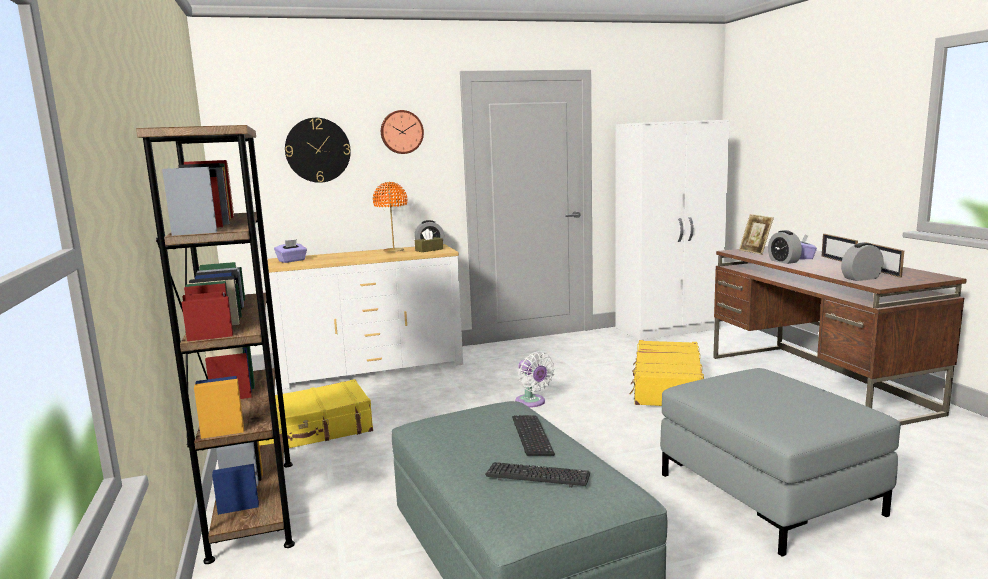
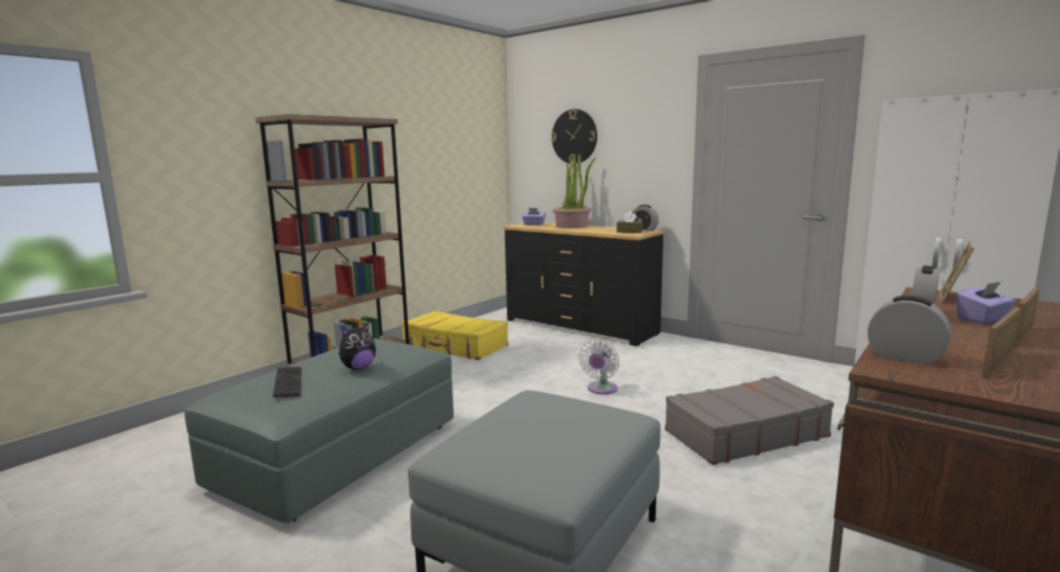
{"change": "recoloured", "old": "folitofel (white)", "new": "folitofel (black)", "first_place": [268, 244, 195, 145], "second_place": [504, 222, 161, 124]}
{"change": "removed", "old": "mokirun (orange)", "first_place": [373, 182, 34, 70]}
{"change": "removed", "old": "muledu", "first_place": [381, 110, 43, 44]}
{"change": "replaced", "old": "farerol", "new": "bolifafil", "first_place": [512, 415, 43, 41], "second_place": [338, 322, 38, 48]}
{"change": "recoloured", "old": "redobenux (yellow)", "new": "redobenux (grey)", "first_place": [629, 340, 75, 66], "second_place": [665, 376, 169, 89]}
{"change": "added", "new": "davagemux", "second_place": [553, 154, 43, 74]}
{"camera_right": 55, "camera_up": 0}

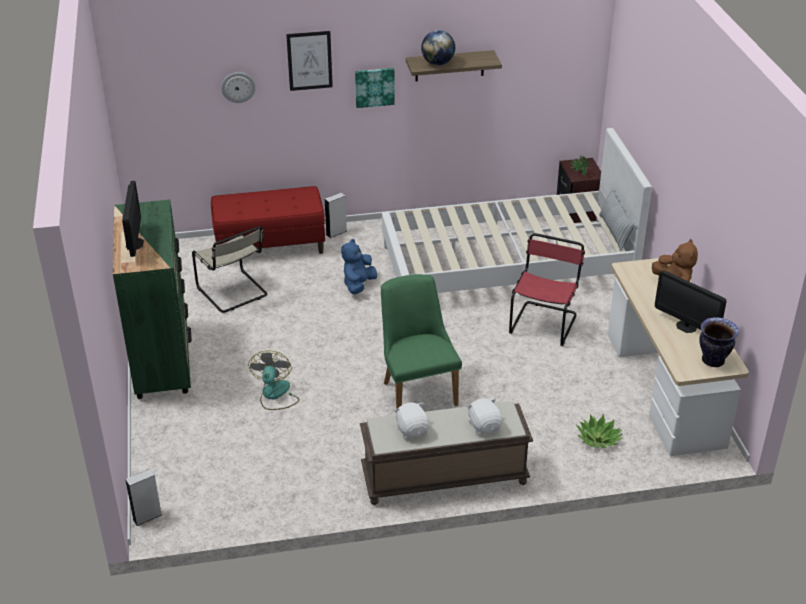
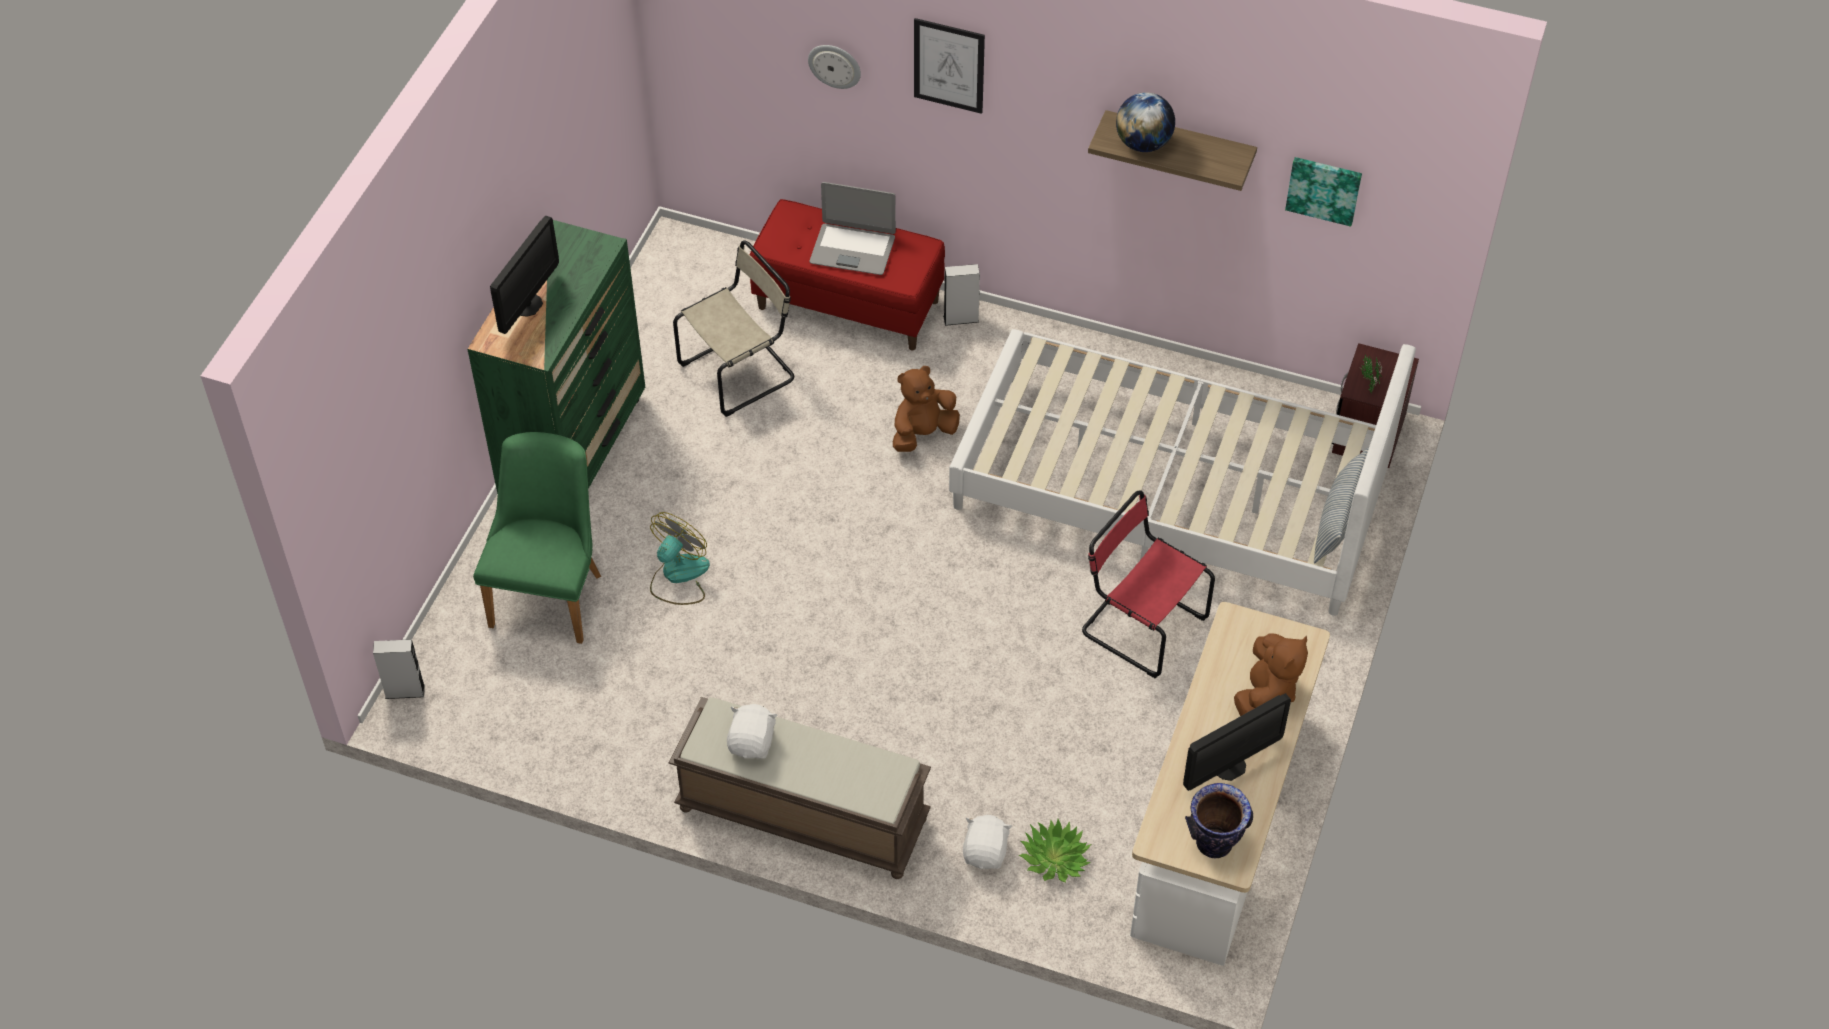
{"change": "turned", "old": "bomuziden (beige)", "first_place": [192, 226, 76, 87], "second_place": [673, 240, 121, 177], "degrees": -120}
{"change": "recoloured", "old": "bolifafil (blue)", "new": "bolifafil (brown)", "first_place": [341, 239, 36, 55], "second_place": [893, 366, 67, 86]}
{"change": "moved", "old": "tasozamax", "first_place": [355, 68, 40, 40], "second_place": [1285, 157, 77, 69]}
{"change": "moved", "old": "bomuziden (green)", "first_place": [381, 274, 81, 135], "second_place": [473, 432, 128, 212]}
{"change": "moved", "old": "bolifafil (white)", "first_place": [466, 398, 36, 37], "second_place": [963, 815, 49, 54]}
{"change": "turned", "old": "bomuziden (red)", "first_place": [509, 233, 76, 113], "second_place": [1082, 490, 133, 188], "degrees": -105}
{"change": "turned", "old": "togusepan", "first_place": [655, 270, 71, 63], "second_place": [1183, 693, 108, 98], "degrees": -105}
{"change": "added", "new": "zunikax", "second_place": [810, 182, 86, 93]}
{"camera_right": 30, "camera_up": 15}

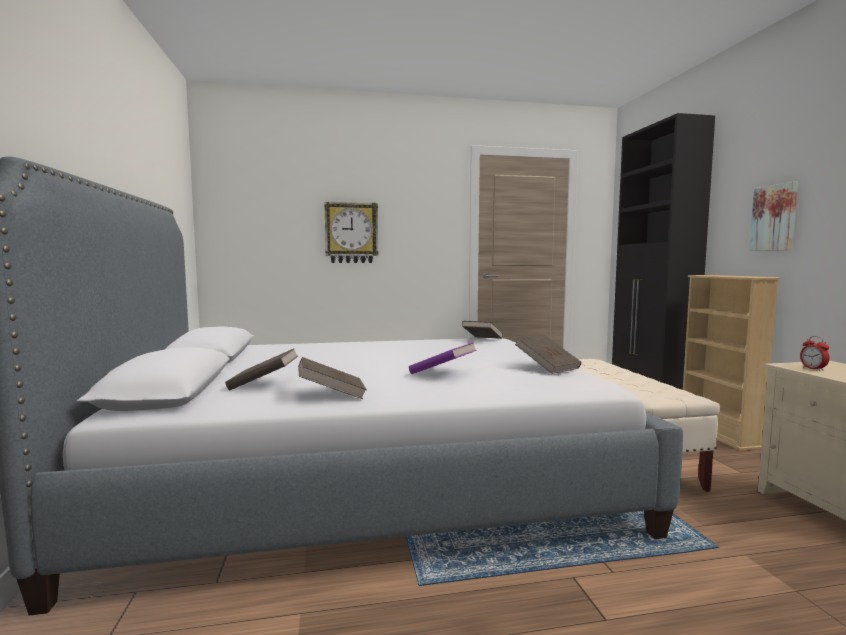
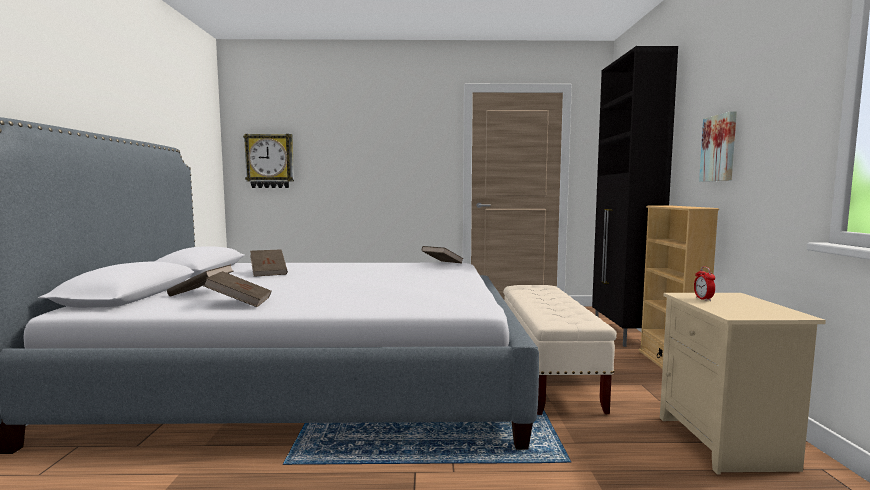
{"change": "moved", "old": "muledu", "first_place": [324, 202, 54, 61], "second_place": [243, 134, 51, 54]}
{"change": "removed", "old": "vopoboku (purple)", "first_place": [409, 342, 68, 32]}
{"change": "moved", "old": "vopoboku (brown)", "first_place": [515, 335, 66, 39], "second_place": [250, 249, 38, 28]}
{"camera_right": 10, "camera_up": 0}

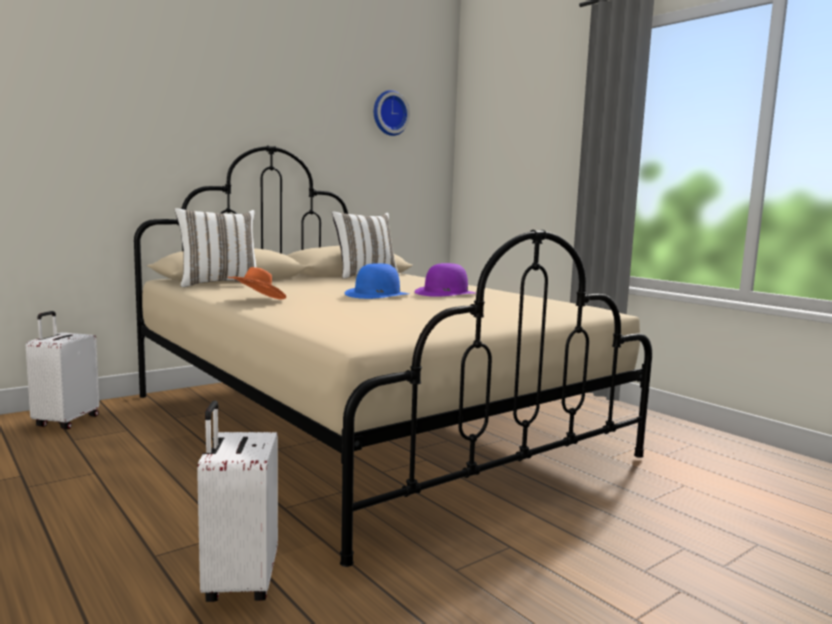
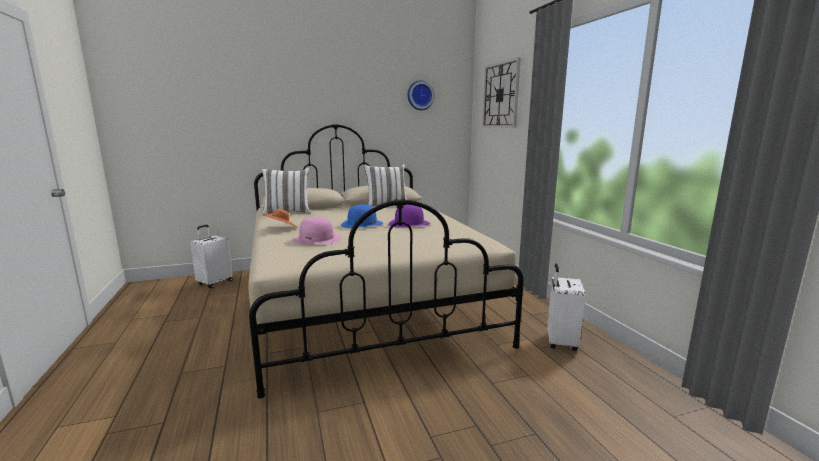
{"change": "moved", "old": "redobenux (white)", "first_place": [197, 400, 81, 202], "second_place": [547, 264, 38, 87]}
{"change": "added", "new": "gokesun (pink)", "second_place": [292, 217, 49, 27]}
{"change": "added", "new": "muledu", "second_place": [482, 57, 39, 71]}
{"camera_right": 20, "camera_up": 5}

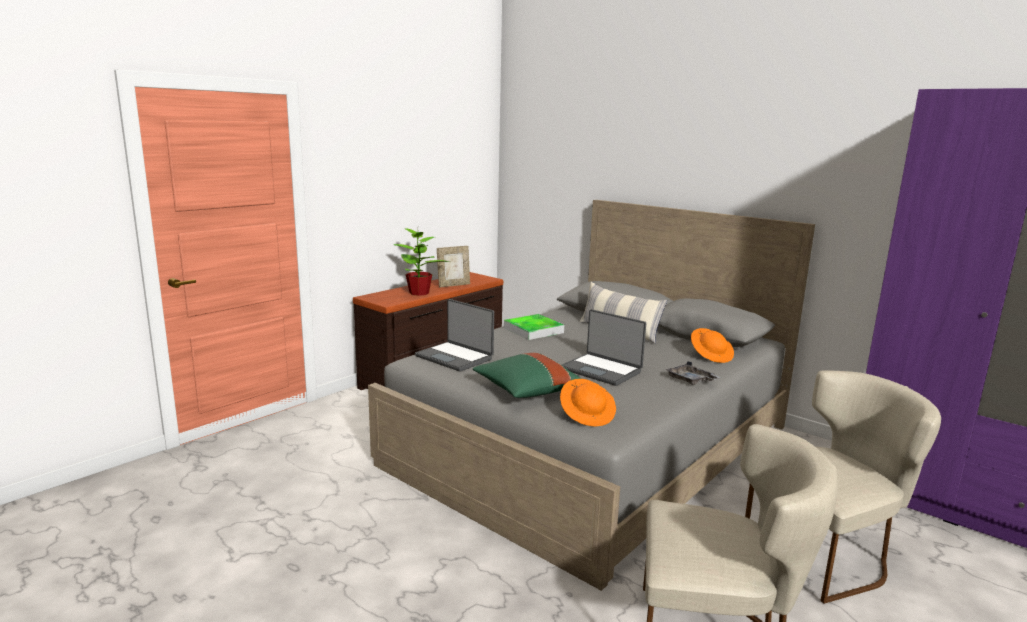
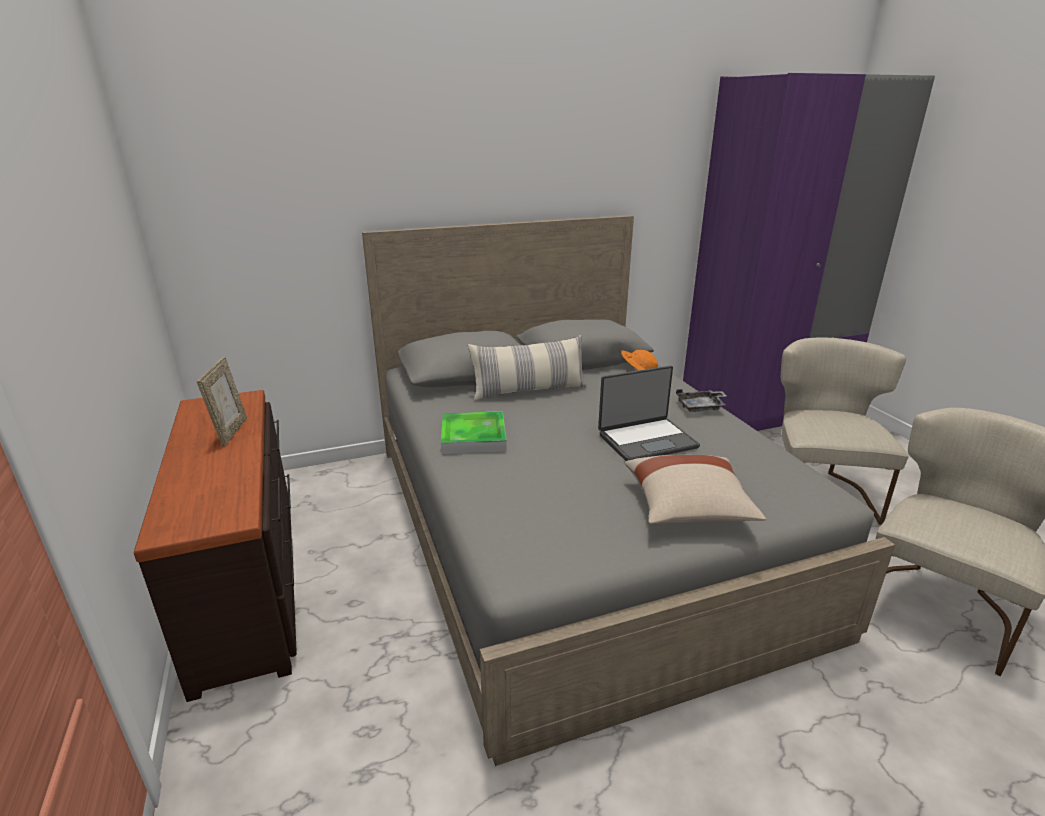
{"change": "removed", "old": "davagemux", "first_place": [394, 225, 56, 71]}
{"change": "removed", "old": "zunikax", "first_place": [415, 299, 79, 72]}
{"change": "recoloured", "old": "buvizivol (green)", "new": "buvizivol (beige)", "first_place": [473, 353, 108, 45], "second_place": [625, 455, 141, 69]}
{"change": "removed", "old": "gokesun (orange)", "first_place": [560, 379, 56, 48]}
{"camera_right": -60, "camera_up": 10}

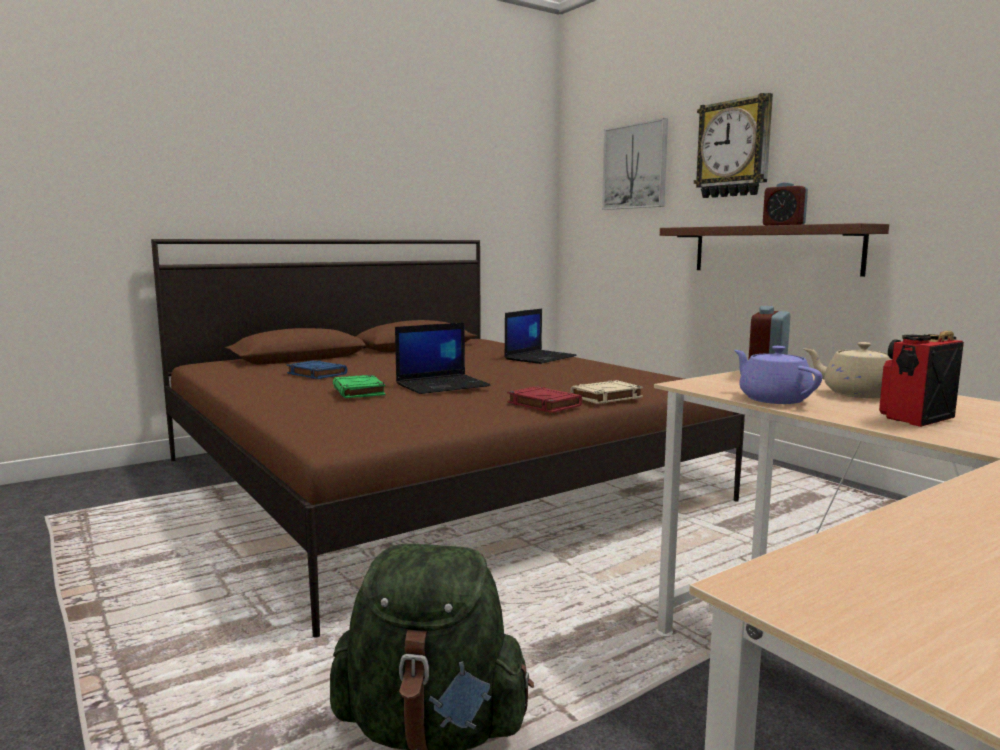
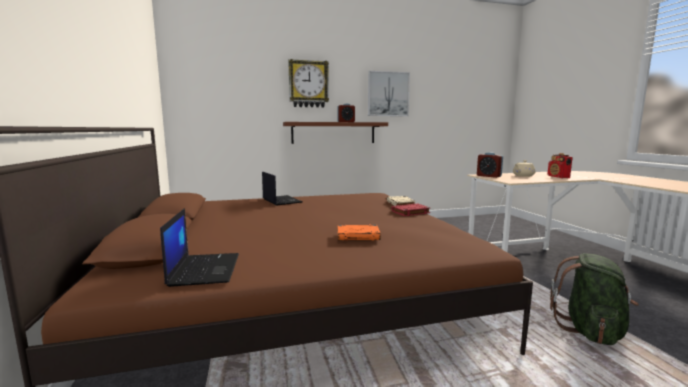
{"change": "removed", "old": "vopoboku (blue)", "first_place": [287, 360, 60, 19]}
{"change": "recoloured", "old": "vopoboku (green)", "new": "vopoboku (orange)", "first_place": [333, 375, 52, 23], "second_place": [338, 224, 43, 17]}
{"change": "moved", "old": "zunikax", "first_place": [395, 323, 95, 71], "second_place": [160, 208, 79, 79]}
{"change": "moved", "old": "tasozamax", "first_place": [602, 118, 66, 92], "second_place": [368, 71, 42, 45]}
{"change": "removed", "old": "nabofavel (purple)", "first_place": [734, 346, 88, 58]}
{"camera_right": -70, "camera_up": 0}

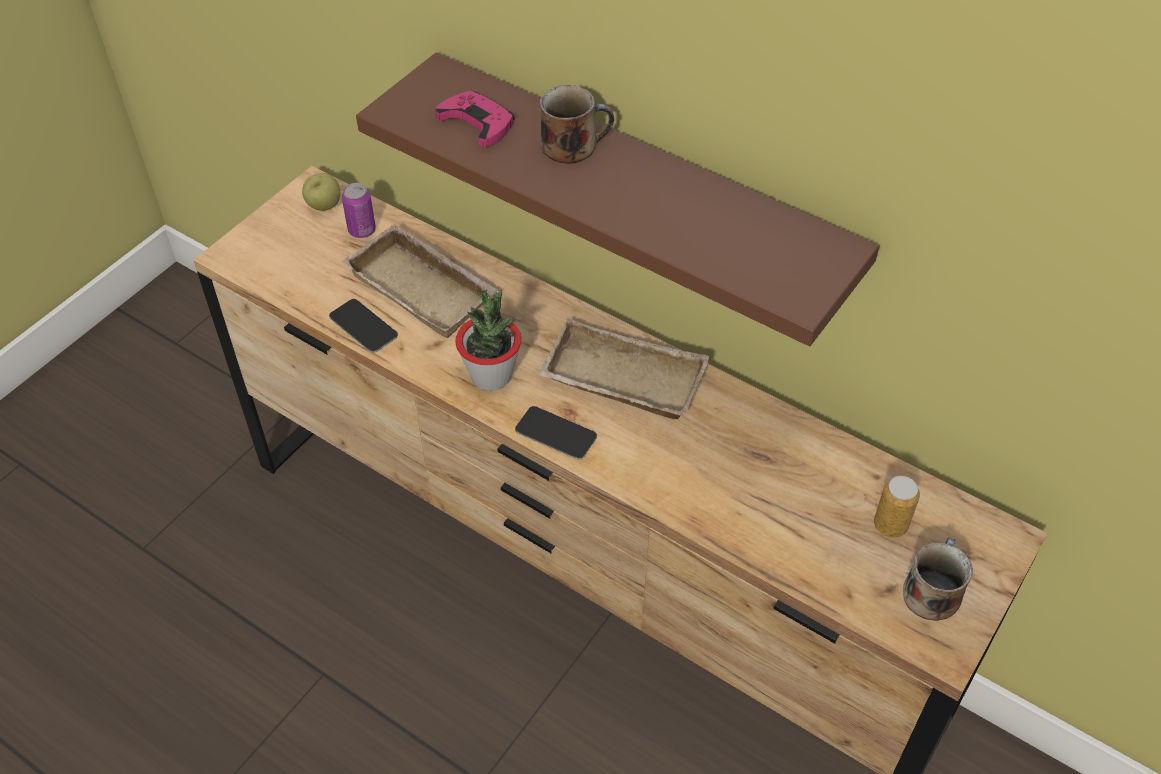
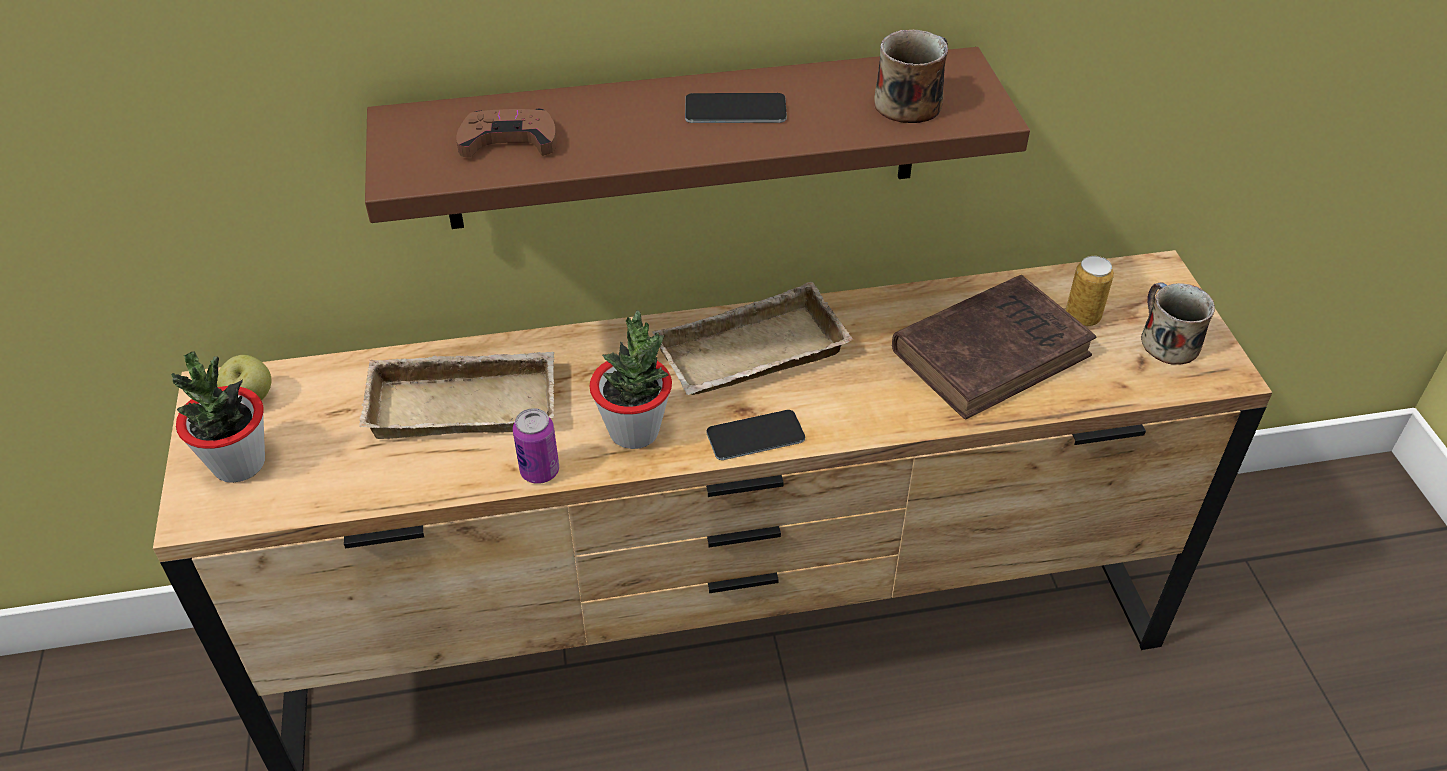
{"change": "moved", "old": "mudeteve", "first_place": [329, 299, 69, 54], "second_place": [685, 93, 102, 30]}
{"change": "moved", "old": "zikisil", "first_place": [342, 183, 34, 55], "second_place": [513, 408, 46, 76]}
{"change": "recoloured", "old": "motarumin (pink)", "new": "motarumin (brown)", "first_place": [435, 91, 80, 56], "second_place": [457, 108, 100, 50]}
{"change": "moved", "old": "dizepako", "first_place": [540, 85, 74, 79], "second_place": [874, 30, 74, 93]}
{"change": "added", "new": "davagemux", "second_place": [171, 351, 94, 132]}
{"change": "added", "new": "vopoboku (brown)", "second_place": [892, 275, 204, 145]}
{"camera_right": -45, "camera_up": -5}

